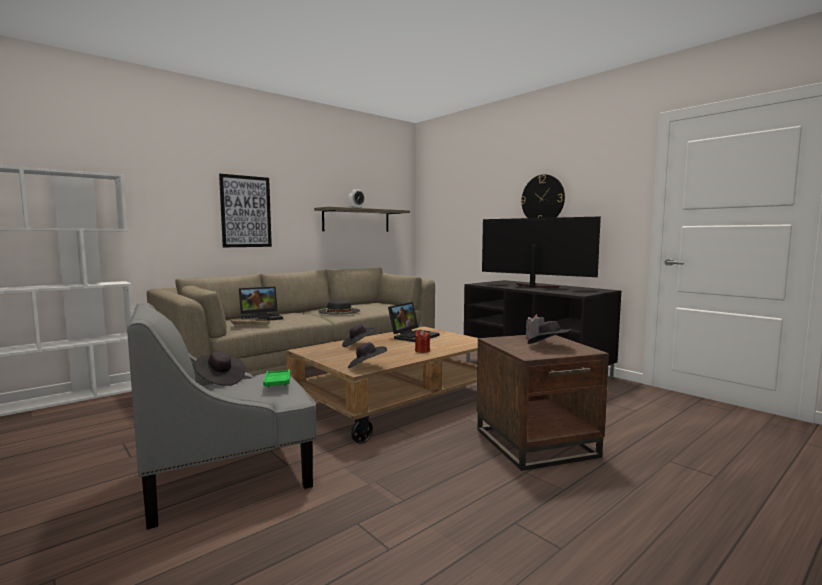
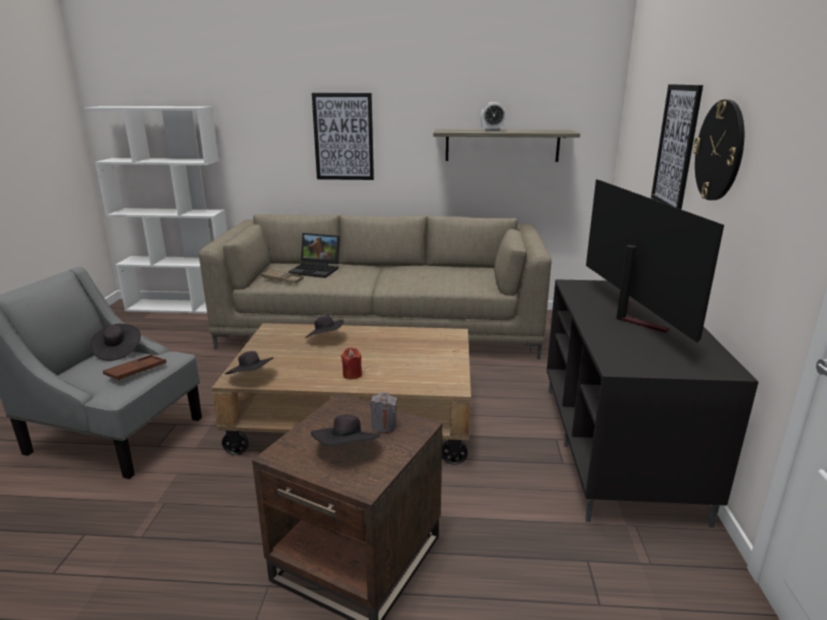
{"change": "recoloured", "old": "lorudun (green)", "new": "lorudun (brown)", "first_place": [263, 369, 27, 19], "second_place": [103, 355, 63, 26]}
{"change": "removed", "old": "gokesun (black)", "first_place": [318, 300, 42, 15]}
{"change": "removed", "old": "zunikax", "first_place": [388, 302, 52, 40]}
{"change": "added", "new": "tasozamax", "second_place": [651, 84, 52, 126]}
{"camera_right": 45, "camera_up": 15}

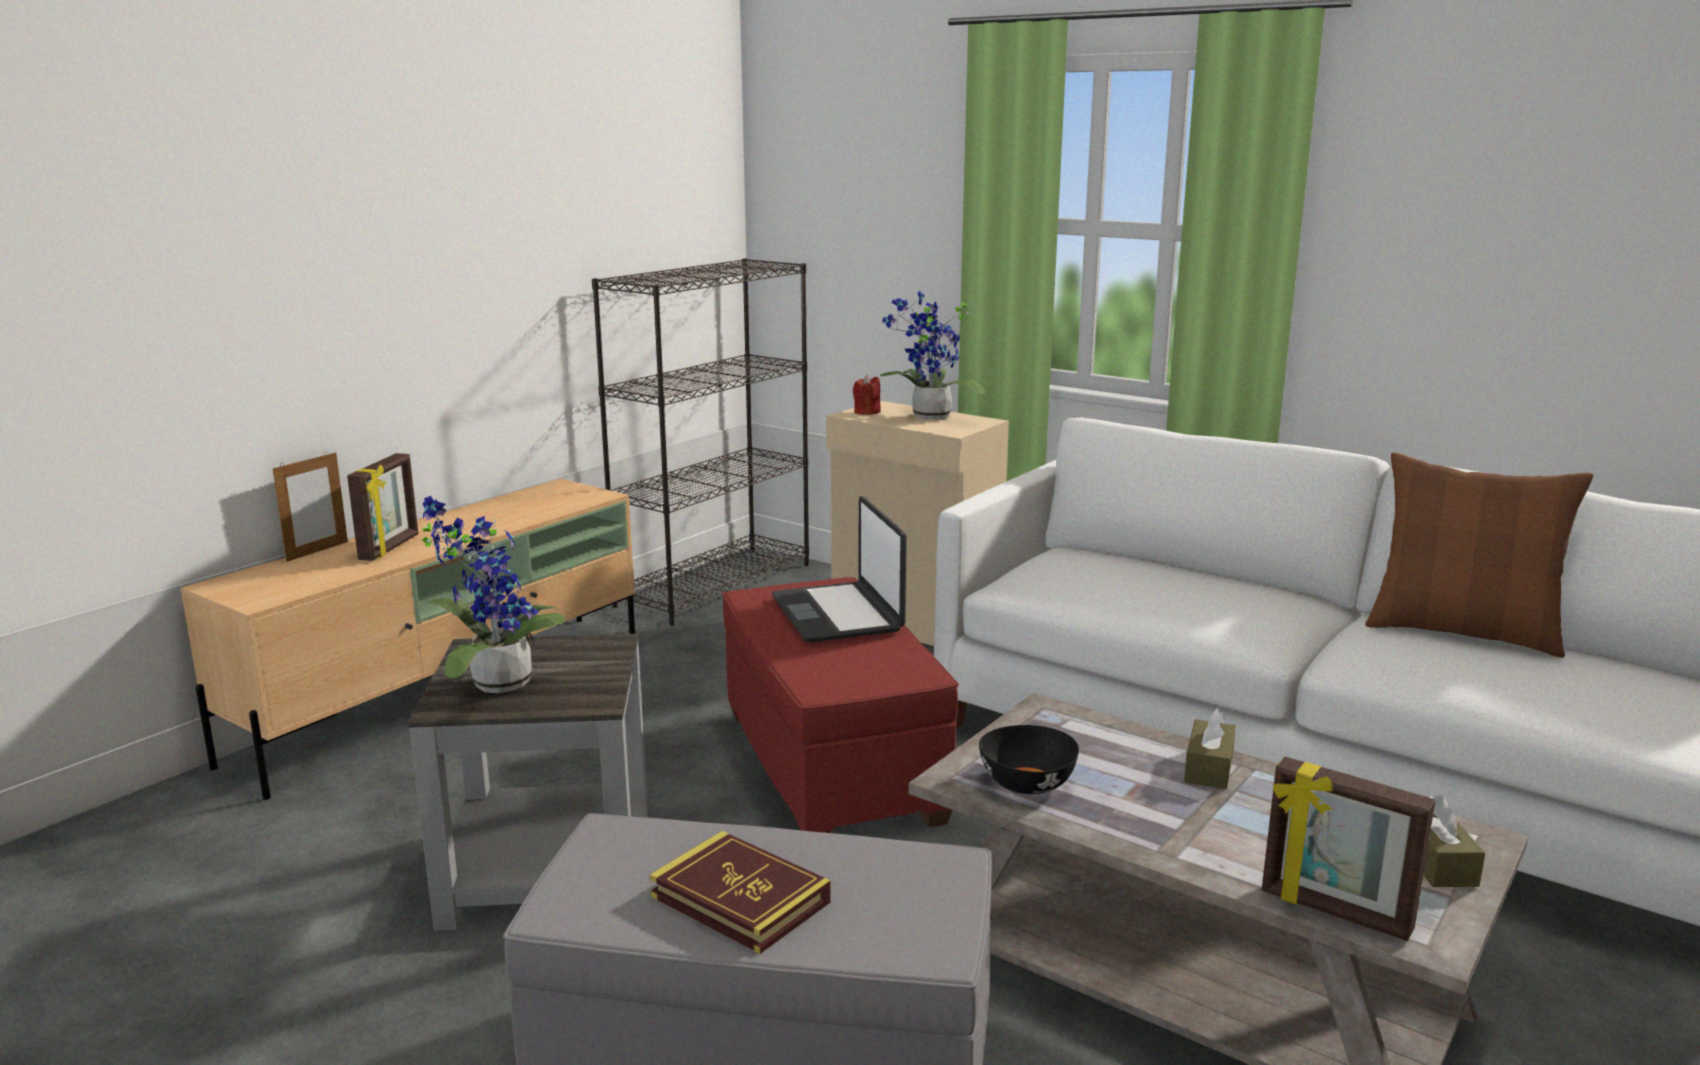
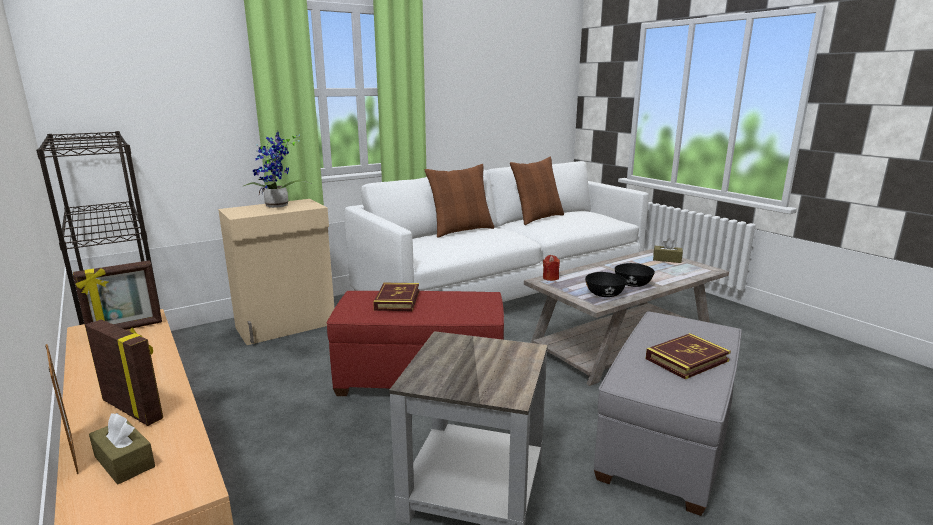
{"change": "removed", "old": "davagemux", "first_place": [422, 496, 143, 197]}
{"change": "replaced", "old": "zunikax", "new": "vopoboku", "first_place": [772, 496, 135, 146], "second_place": [373, 283, 46, 28]}
{"change": "moved", "old": "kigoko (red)", "first_place": [853, 375, 28, 40], "second_place": [543, 255, 17, 26]}
{"change": "moved", "old": "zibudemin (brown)", "first_place": [1184, 708, 52, 81], "second_place": [89, 413, 66, 71]}
{"change": "moved", "old": "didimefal", "first_place": [1262, 757, 174, 184], "second_place": [73, 260, 89, 70]}
{"change": "added", "new": "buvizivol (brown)", "second_place": [424, 164, 71, 73]}
{"change": "added", "new": "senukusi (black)", "second_place": [615, 263, 40, 24]}
{"camera_right": -70, "camera_up": 0}

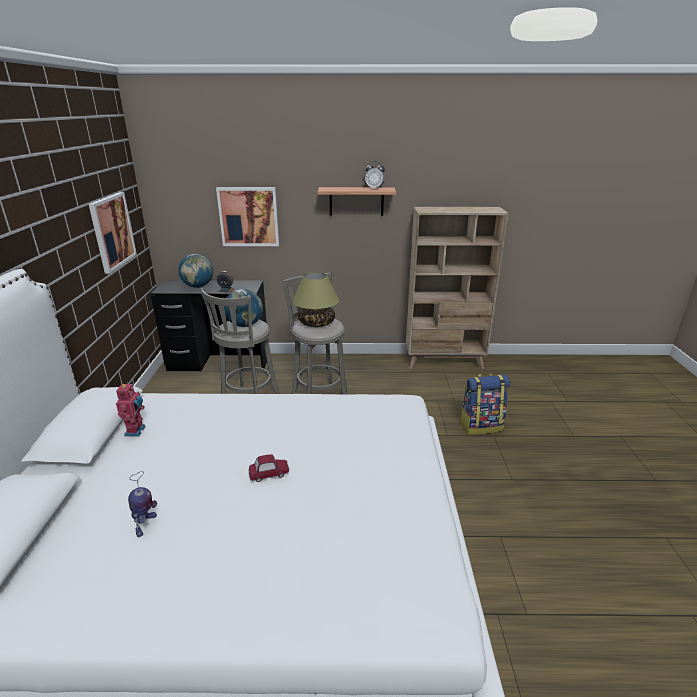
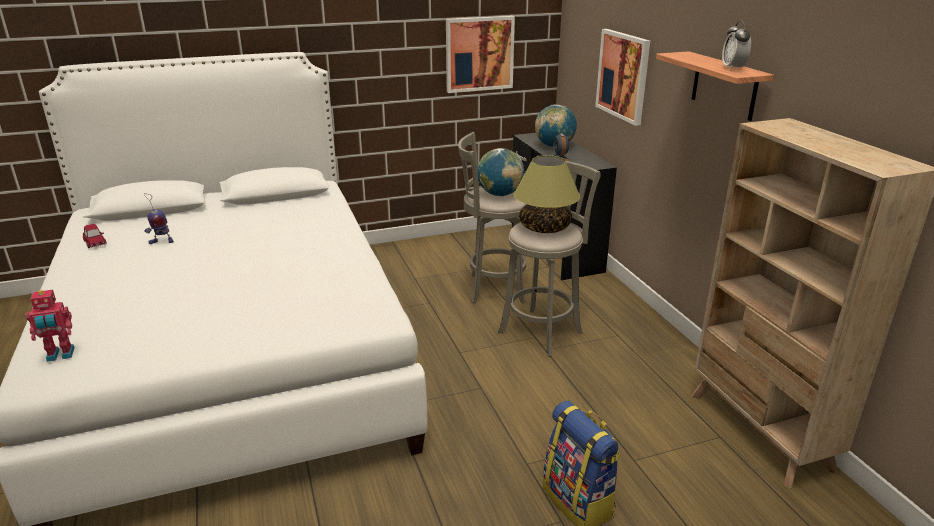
{"change": "moved", "old": "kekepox", "first_place": [116, 383, 30, 54], "second_place": [25, 290, 50, 72]}
{"change": "moved", "old": "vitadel", "first_place": [249, 455, 40, 27], "second_place": [83, 224, 24, 24]}
{"camera_right": 70, "camera_up": 0}

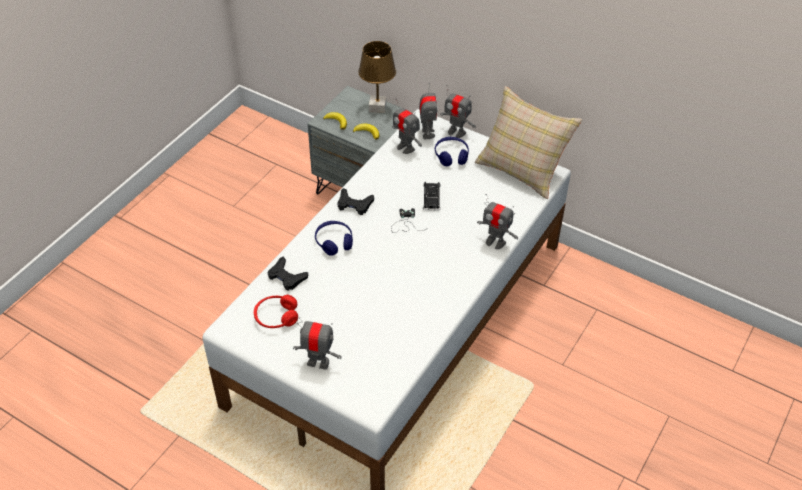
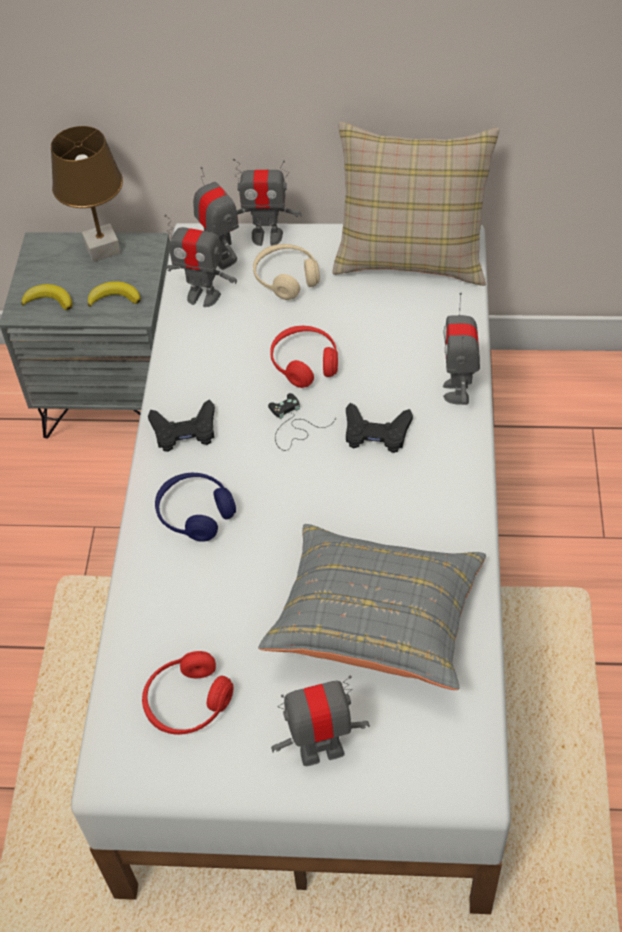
{"change": "moved", "old": "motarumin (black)", "first_place": [268, 256, 40, 35], "second_place": [346, 403, 67, 50]}
{"change": "replaced", "old": "vitadel (black)", "new": "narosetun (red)", "first_place": [423, 182, 18, 29], "second_place": [270, 326, 68, 62]}
{"change": "recoloured", "old": "narosetun (blue)", "new": "narosetun (beige)", "first_place": [435, 137, 34, 29], "second_place": [253, 244, 67, 56]}
{"change": "turned", "old": "kekepox", "first_place": [477, 194, 41, 55], "second_place": [443, 293, 37, 112], "degrees": 90}
{"change": "added", "new": "buvizivol (grey)", "second_place": [258, 524, 228, 166]}
{"camera_right": -25, "camera_up": 5}

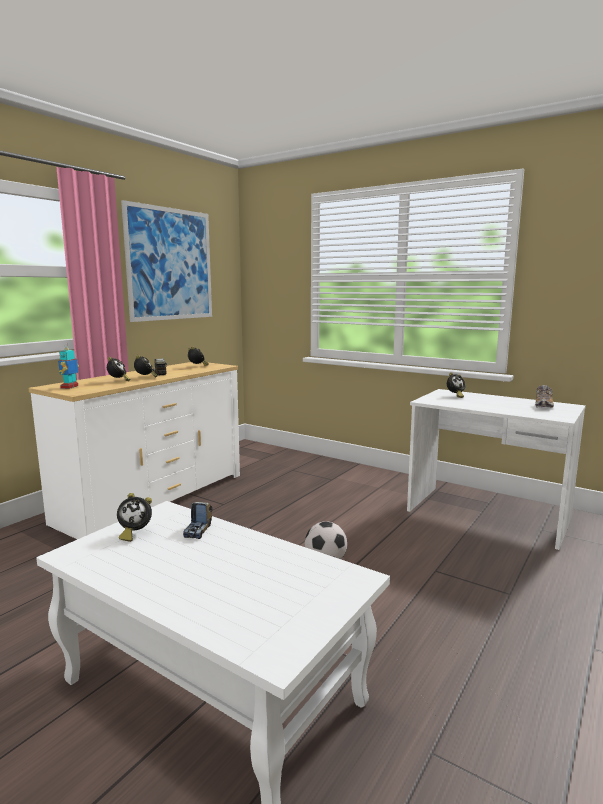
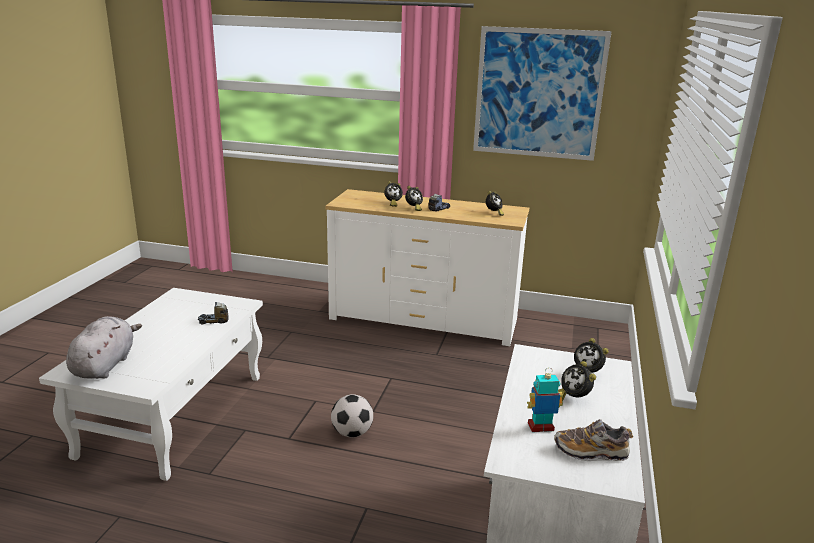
{"change": "moved", "old": "kekepox", "first_place": [58, 343, 21, 46], "second_place": [527, 372, 36, 60]}
{"change": "moved", "old": "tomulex", "first_place": [117, 493, 35, 49], "second_place": [558, 361, 38, 40]}
{"change": "added", "new": "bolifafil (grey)", "second_place": [66, 316, 76, 63]}
{"camera_right": 70, "camera_up": 10}

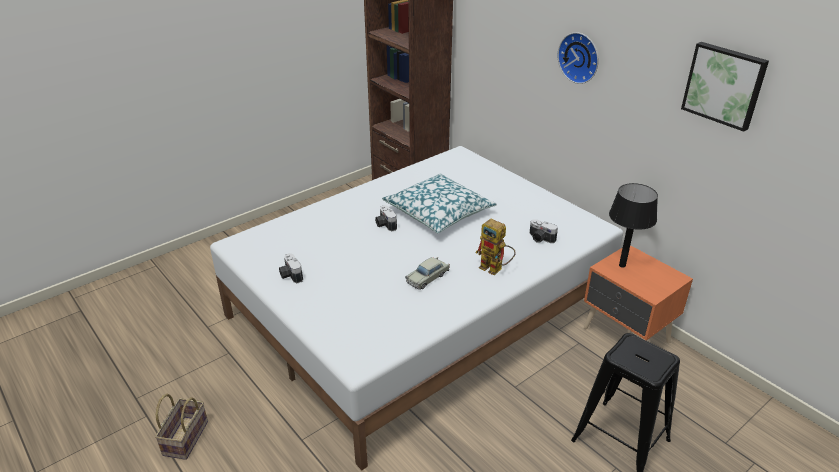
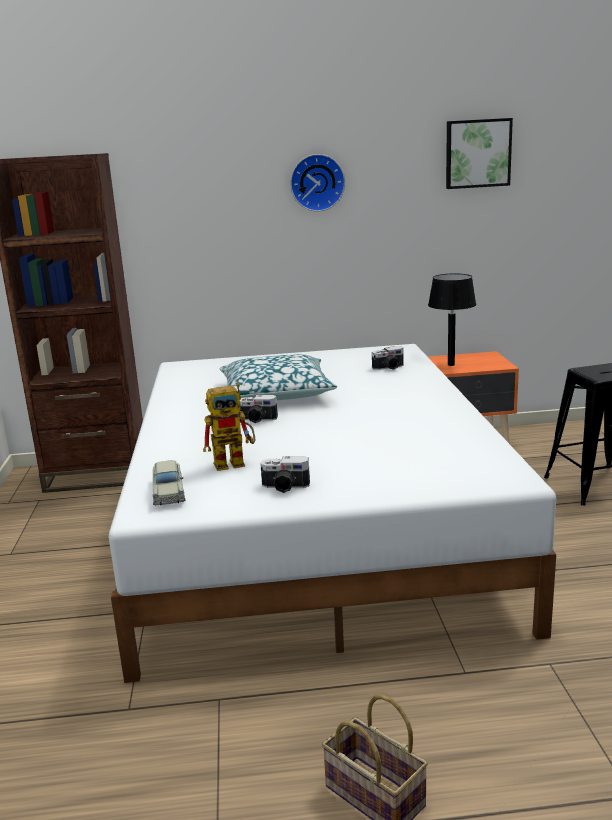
{"change": "moved", "old": "vitadel (beige)", "first_place": [405, 257, 45, 33], "second_place": [153, 460, 32, 46]}
{"change": "moved", "old": "kekepox", "first_place": [476, 218, 40, 57], "second_place": [203, 383, 52, 88]}
{"camera_right": -55, "camera_up": -15}

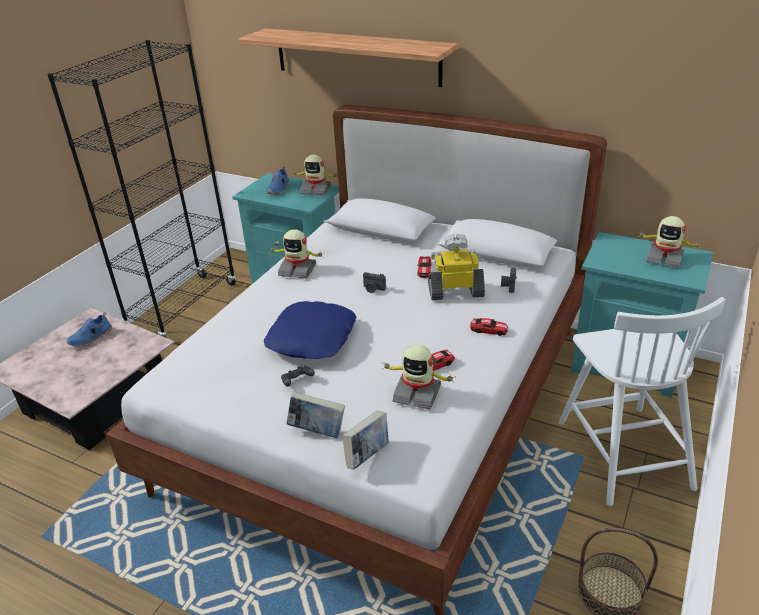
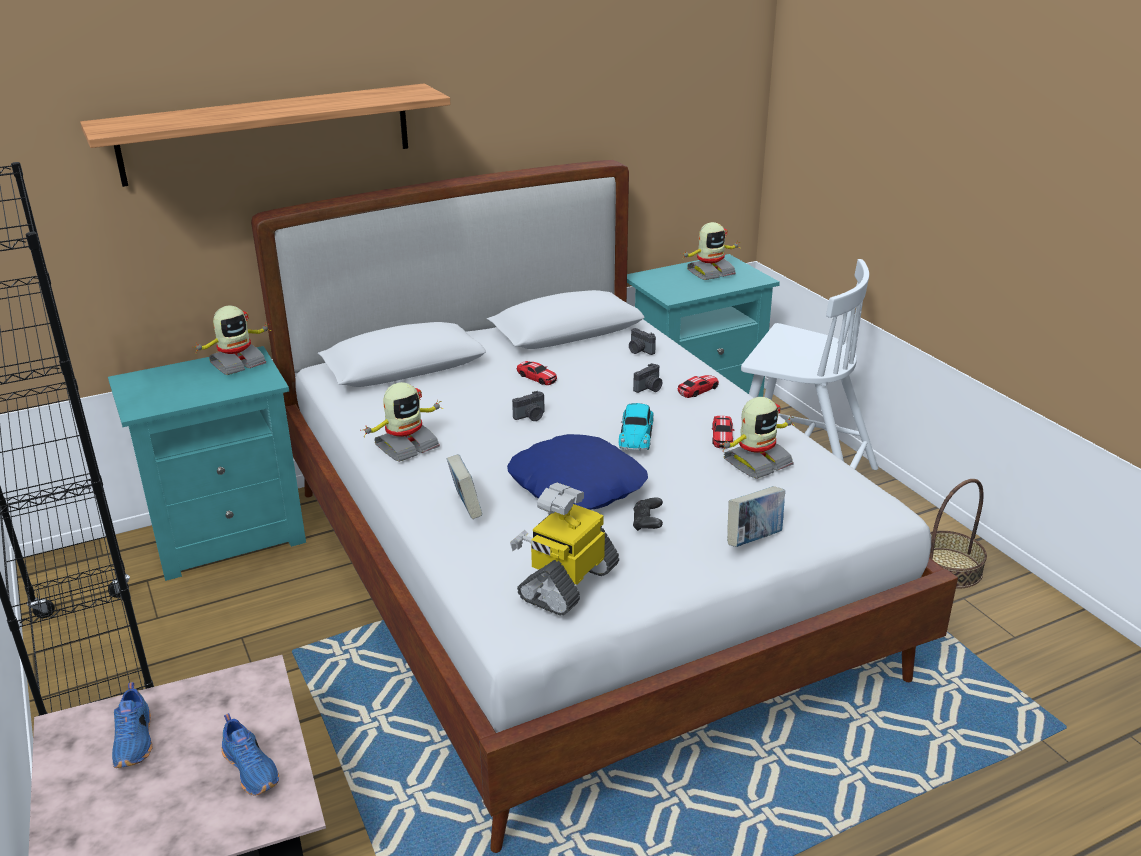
{"change": "moved", "old": "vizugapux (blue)", "first_place": [267, 167, 22, 27], "second_place": [221, 713, 58, 83]}
{"change": "moved", "old": "vopoboku", "first_place": [343, 410, 45, 60], "second_place": [447, 454, 35, 65]}
{"change": "moved", "old": "kekepox", "first_place": [428, 234, 57, 66], "second_place": [510, 483, 109, 132]}
{"change": "added", "new": "vitadel", "second_place": [619, 403, 35, 48]}
{"change": "added", "new": "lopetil", "second_place": [633, 363, 29, 30]}
{"camera_right": -55, "camera_up": -5}

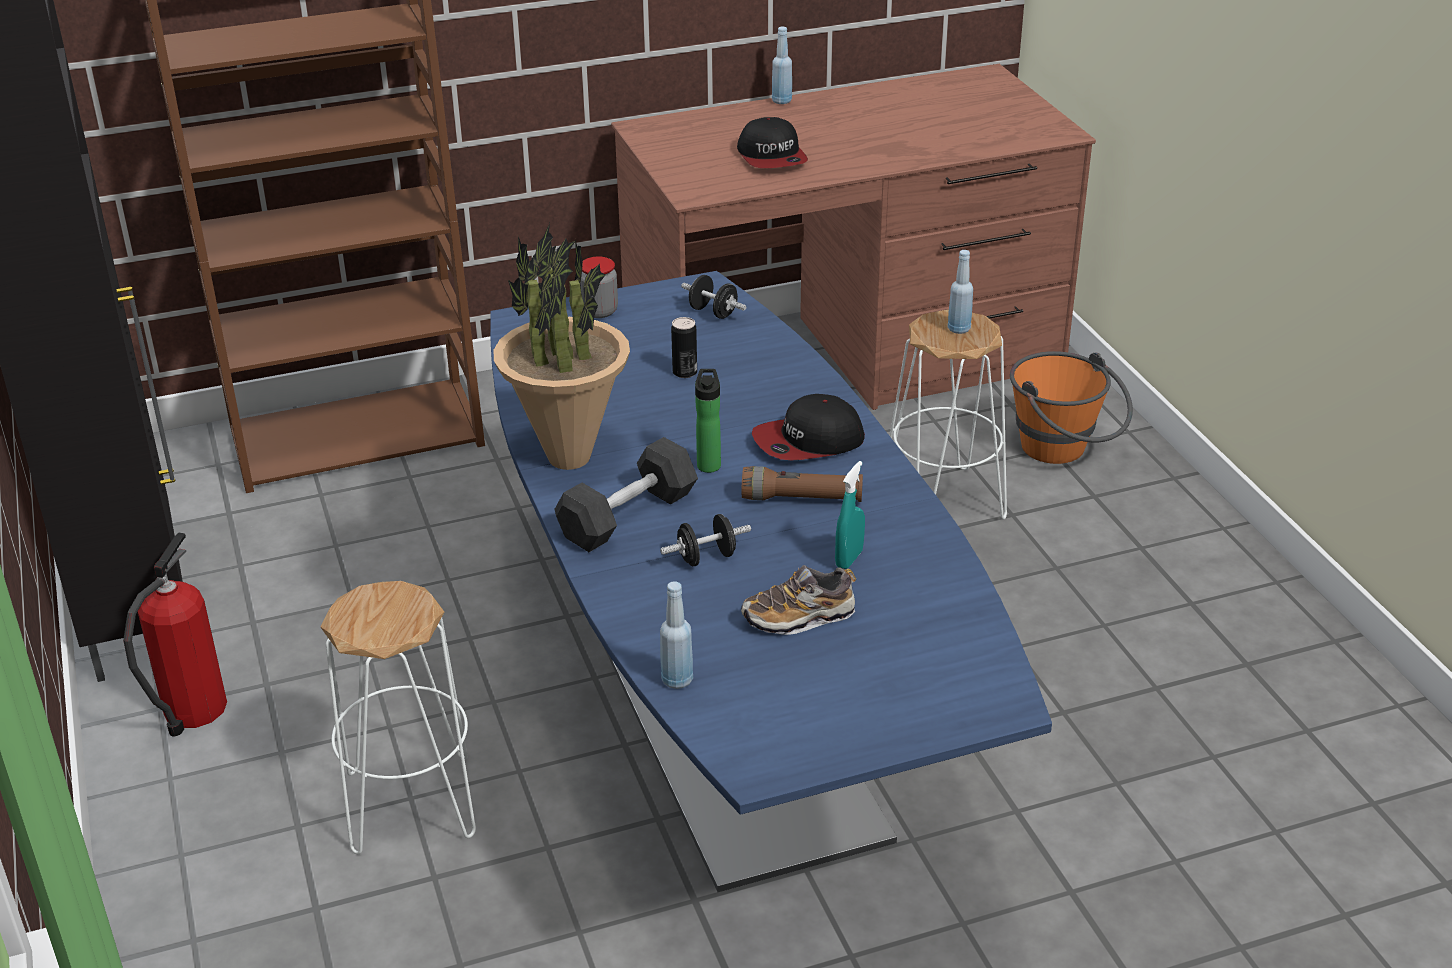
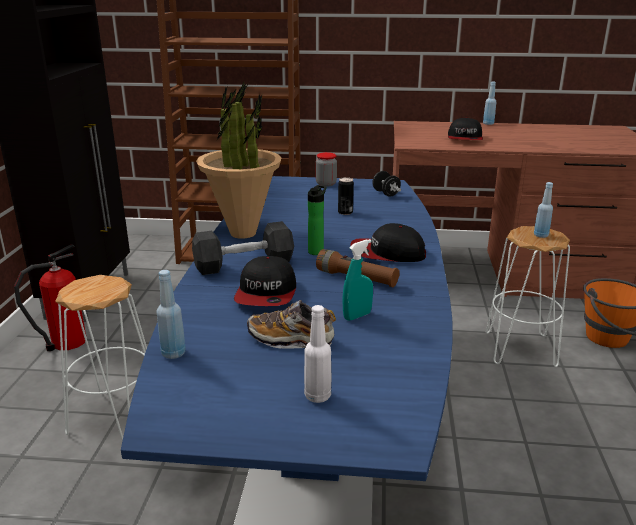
{"change": "replaced", "old": "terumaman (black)", "new": "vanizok", "first_place": [660, 514, 91, 52], "second_place": [234, 256, 62, 50]}
{"change": "added", "new": "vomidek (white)", "second_place": [304, 305, 27, 98]}
{"camera_right": 25, "camera_up": -10}

